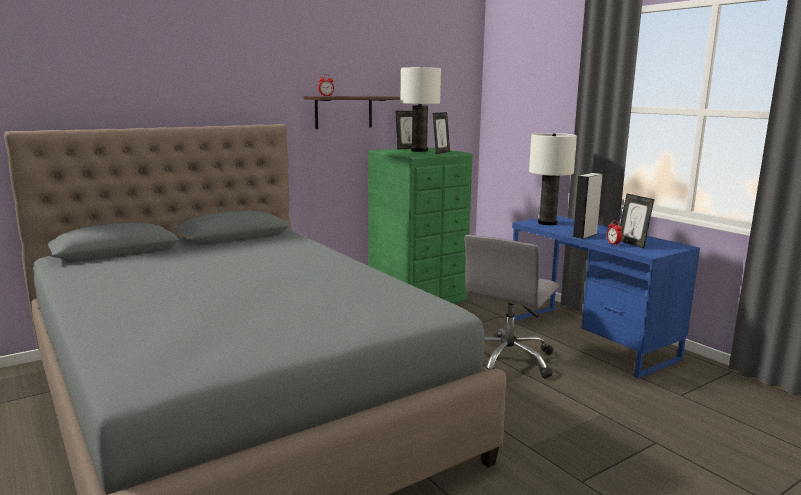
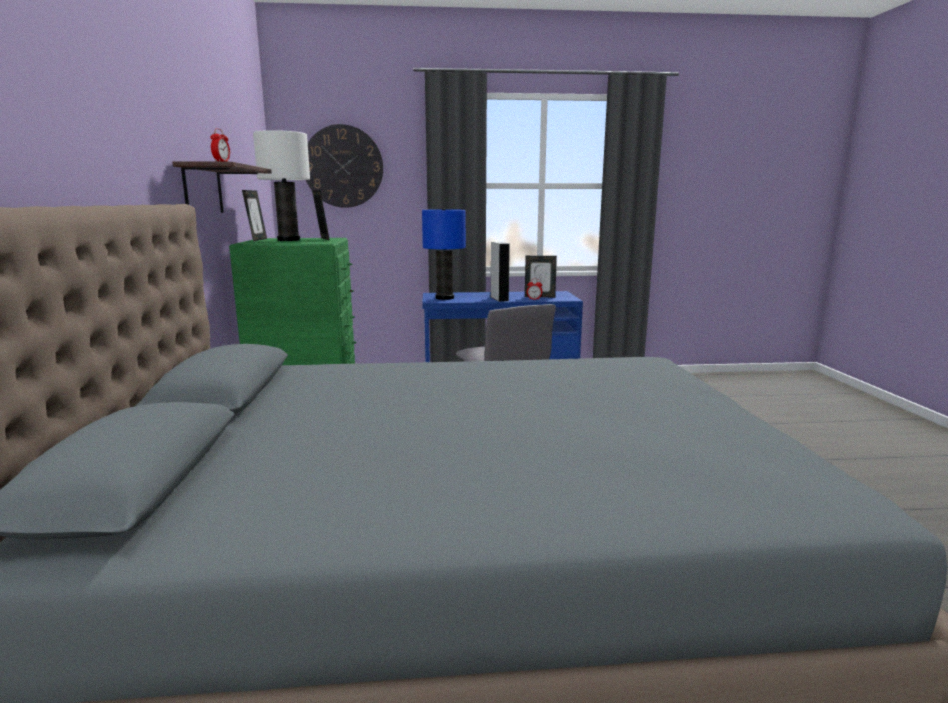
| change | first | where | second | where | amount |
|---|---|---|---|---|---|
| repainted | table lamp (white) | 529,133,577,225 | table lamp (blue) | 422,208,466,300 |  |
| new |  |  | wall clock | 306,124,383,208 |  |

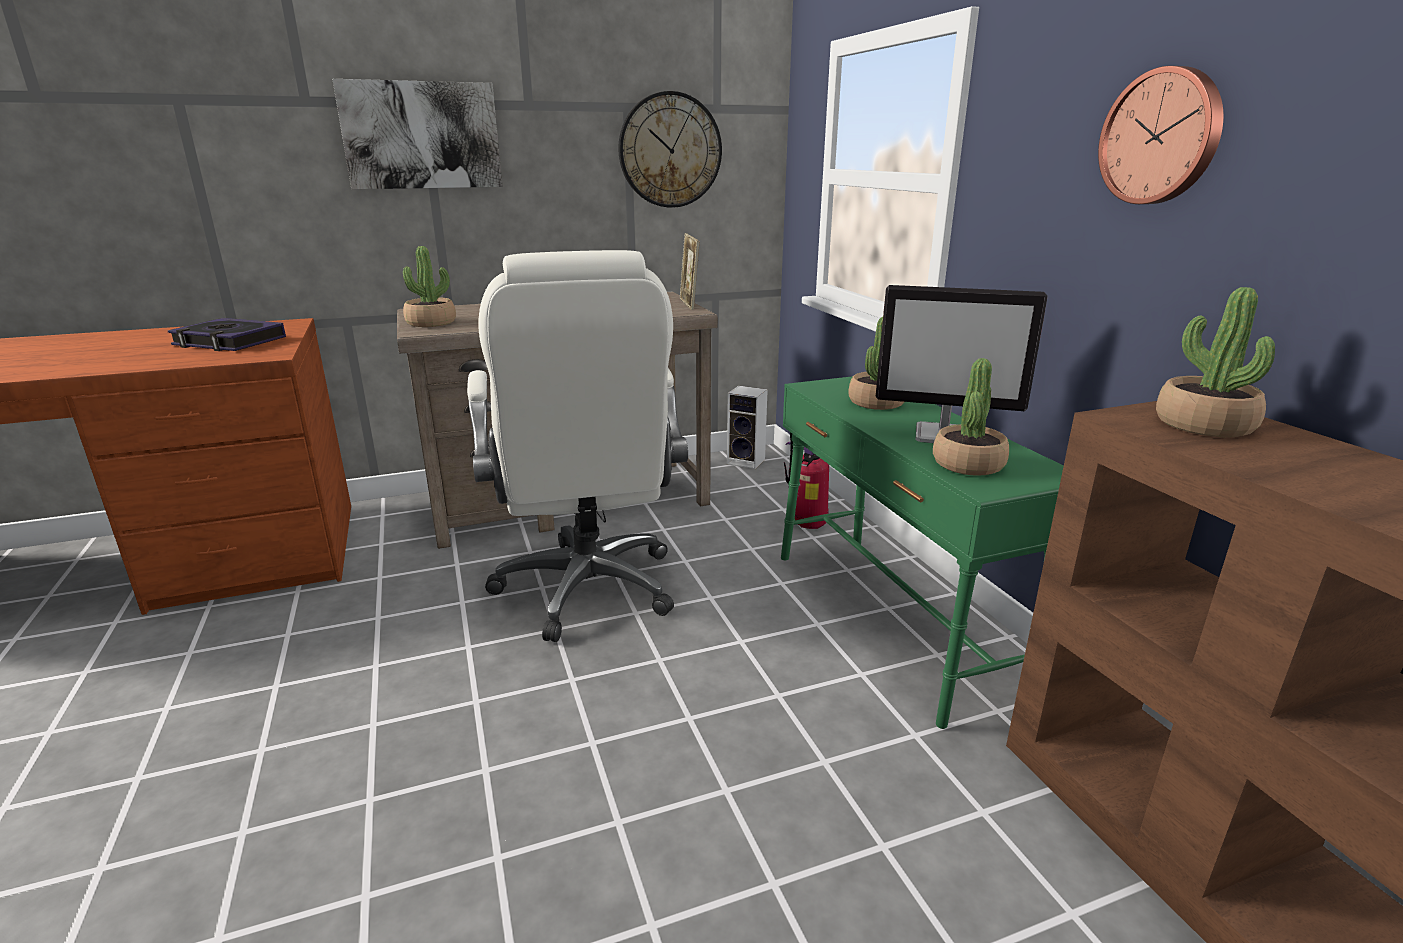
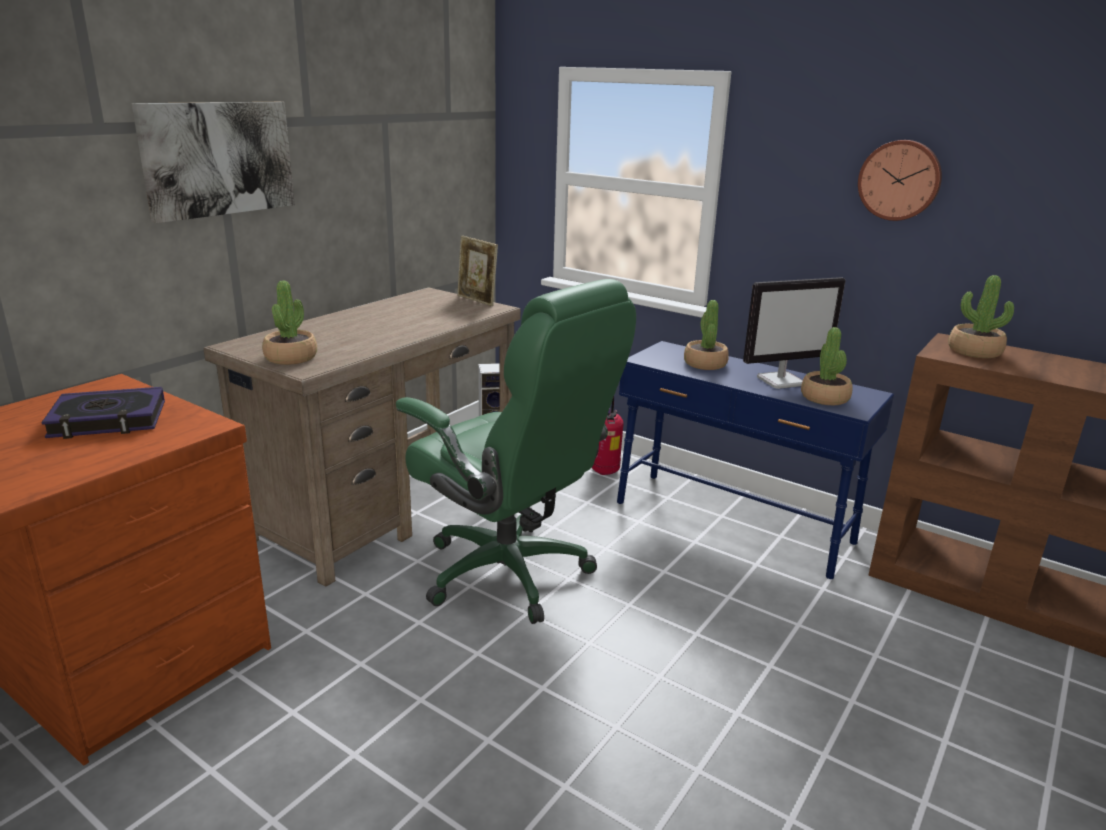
| change | first | where | second | where | amount |
|---|---|---|---|---|---|
| repainted | office chair (white) | 467,250,688,642 | office chair (green) | 396,279,636,624 |  |
| gone | wall clock | 618,91,722,208 |  |  |  |
| repainted | console table (green) | 781,376,1064,729 | console table (blue) | 617,341,894,579 |  |

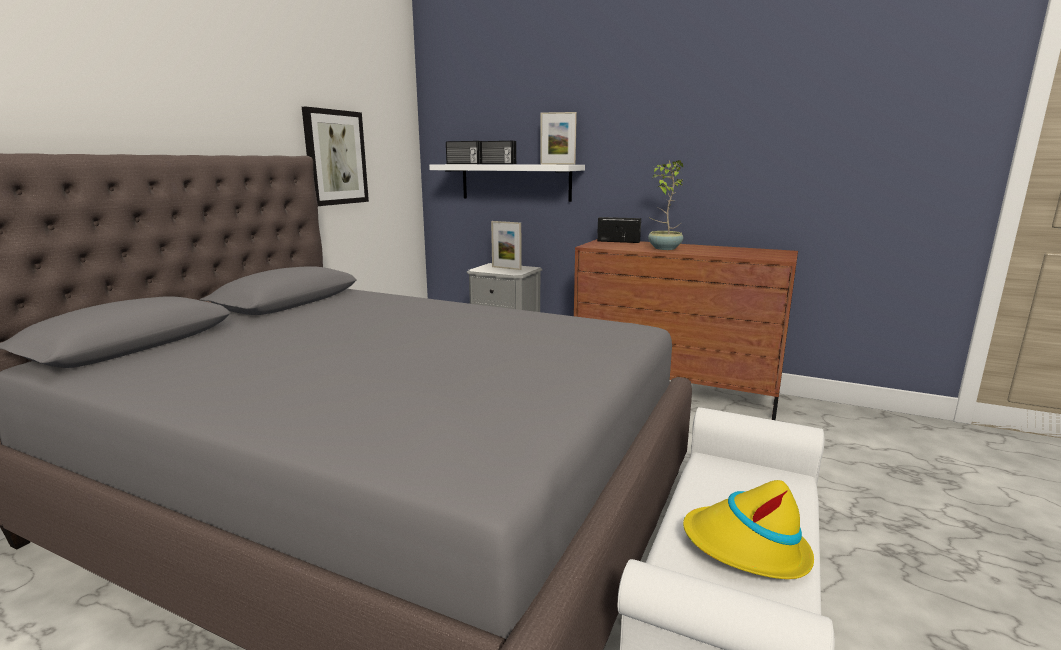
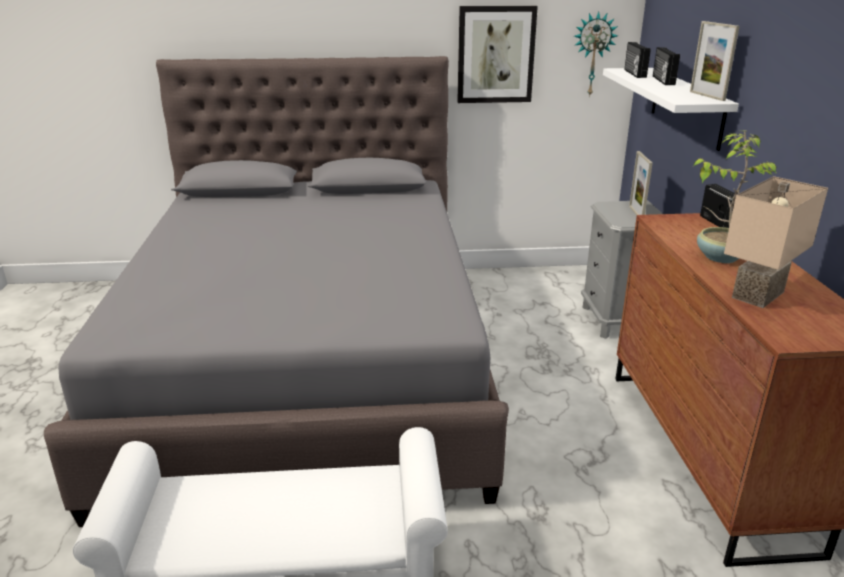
| change | first | where | second | where | amount |
|---|---|---|---|---|---|
| gone | hat (yellow) | 683,480,814,579 |  |  |  |
| new |  |  | wall clock | 574,12,618,97 |  |
| new |  |  | table lamp (beige) | 724,176,828,308 |  |

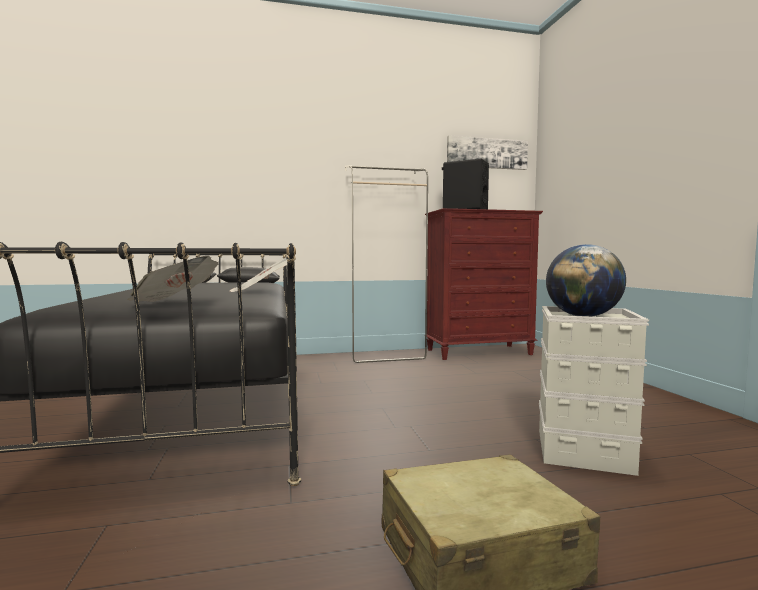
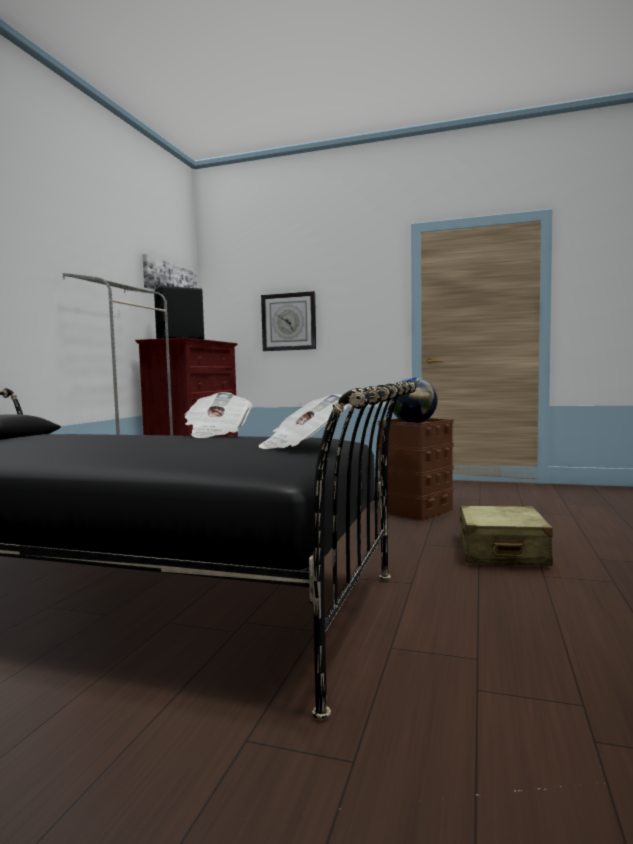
| change | first | where | second | where | amount |
|---|---|---|---|---|---|
| repainted | storage box (grey) | 539,306,649,476 | storage box (brown) | 378,418,454,521 |  |
| new |  |  | wall clock | 261,291,316,351 |  |

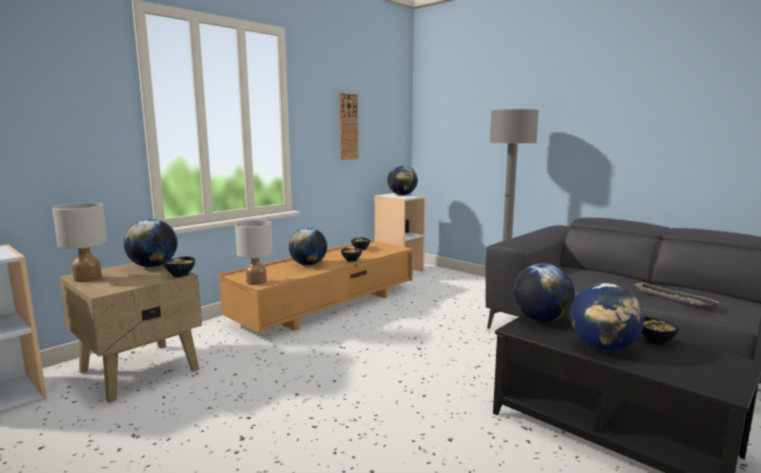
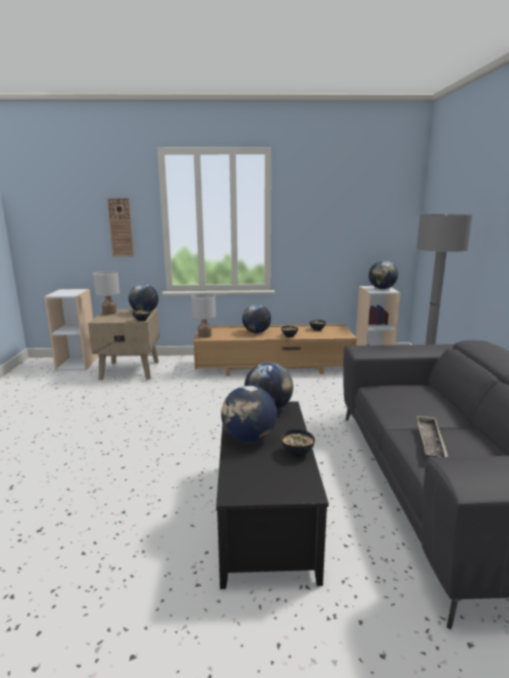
| change | first | where | second | where | amount |
|---|---|---|---|---|---|
| shifted | wall clock | 339,92,359,160 |  | 107,198,134,257 |  |

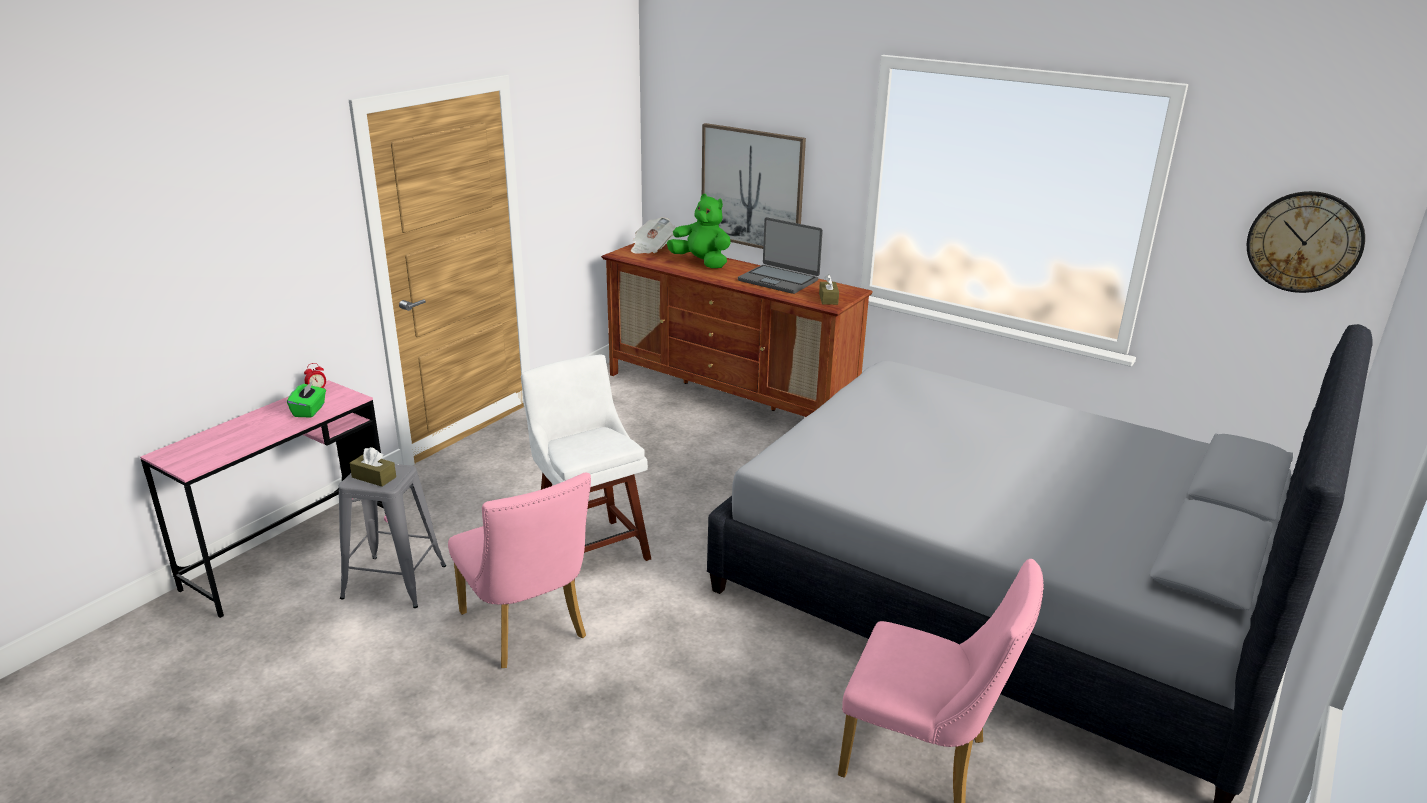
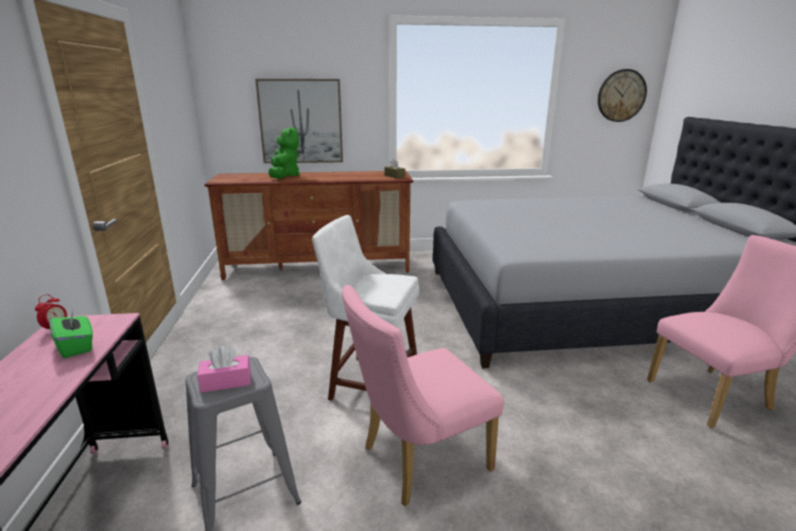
| change | first | where | second | where | amount |
|---|---|---|---|---|---|
| repainted | tissue box (brown) | 349,447,396,486 | tissue box (pink) | 197,346,251,393 |  |
| rotated | chair (pink) | 448,473,591,668 |  | 342,285,504,507 | 135 degrees clockwise |
| gone | newspaper | 631,217,676,254 |  |  |  |
| rotated | plush toy (green) | 667,194,731,268 |  | 268,127,300,179 | 90 degrees clockwise |
| gone | laptop | 738,217,823,294 |  |  |  |

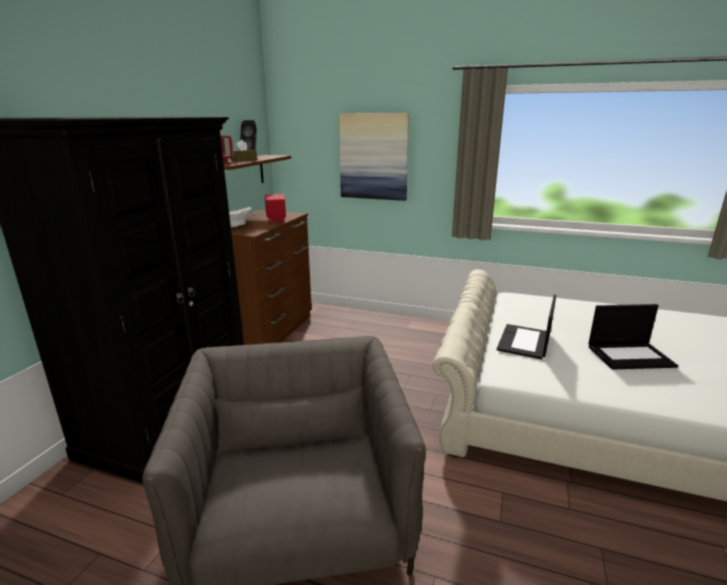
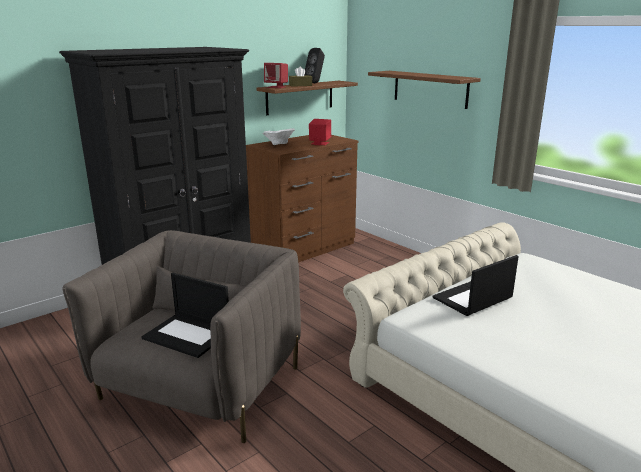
| change | first | where | second | where | amount |
|---|---|---|---|---|---|
| swapped | picture | 339,113,409,201 | shelf (brown) | 368,71,481,109 |  |
| shifted | laptop | 588,304,678,369 |  | 141,273,229,358 |  |

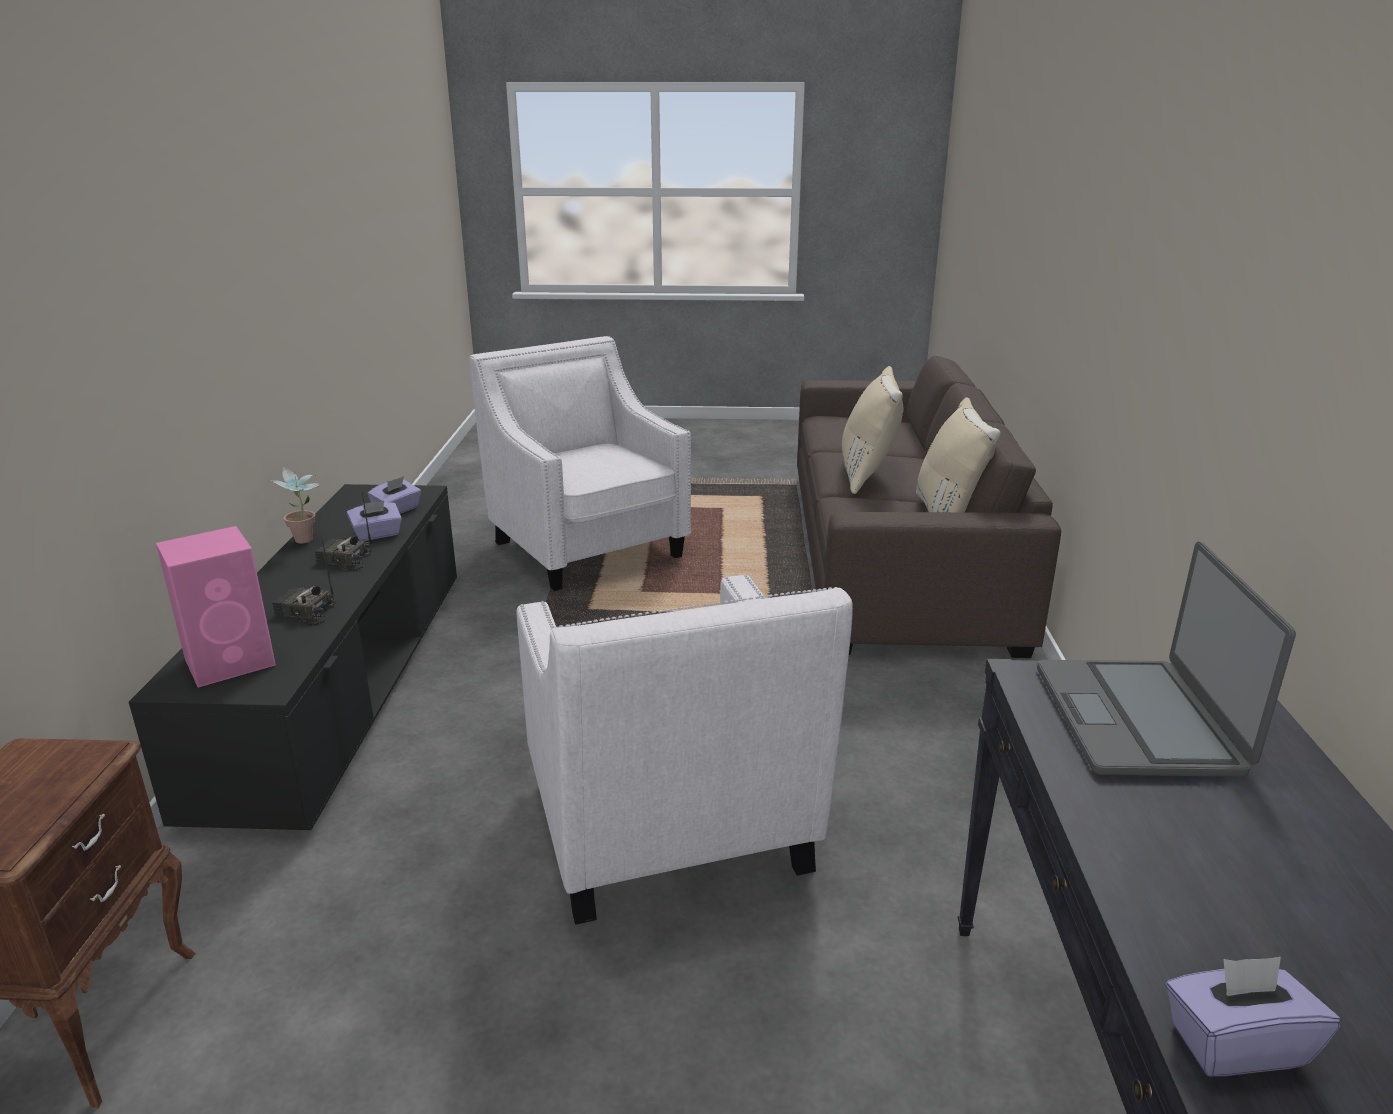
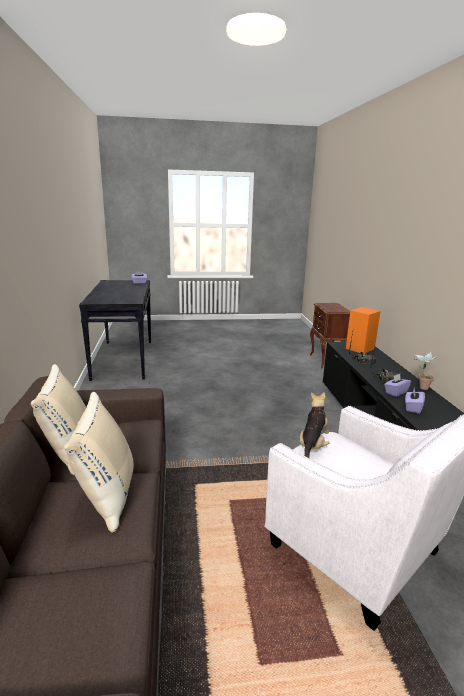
| change | first | where | second | where | amount |
|---|---|---|---|---|---|
| repainted | speaker (pink) | 156,526,276,688 | speaker (orange) | 346,307,381,353 |  |
| gone | armchair (white) | 516,574,853,925 |  |  |  |
| gone | laptop | 1037,541,1296,777 |  |  |  |
| new |  |  | plush toy | 299,392,329,458 |  |

